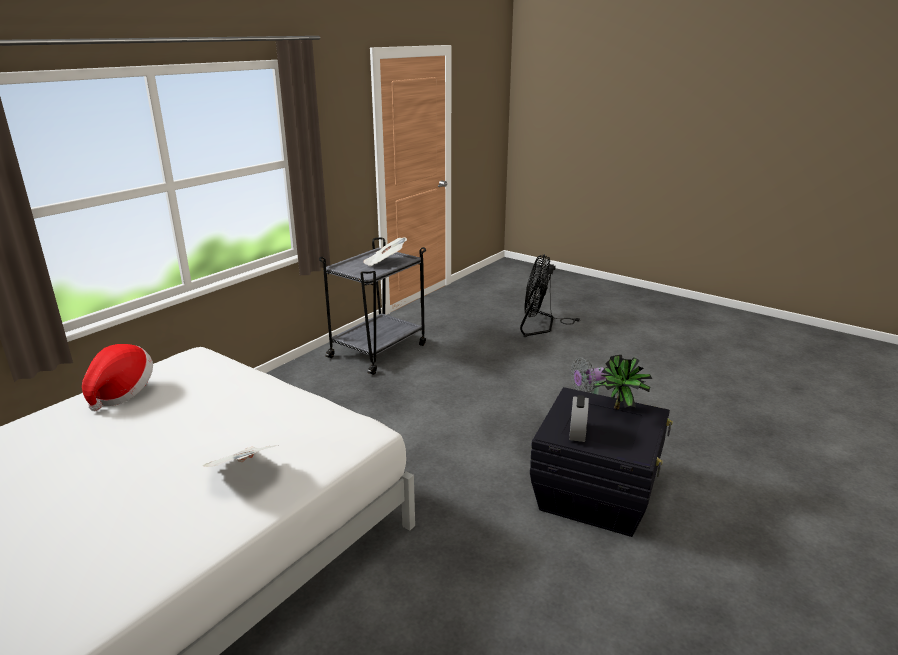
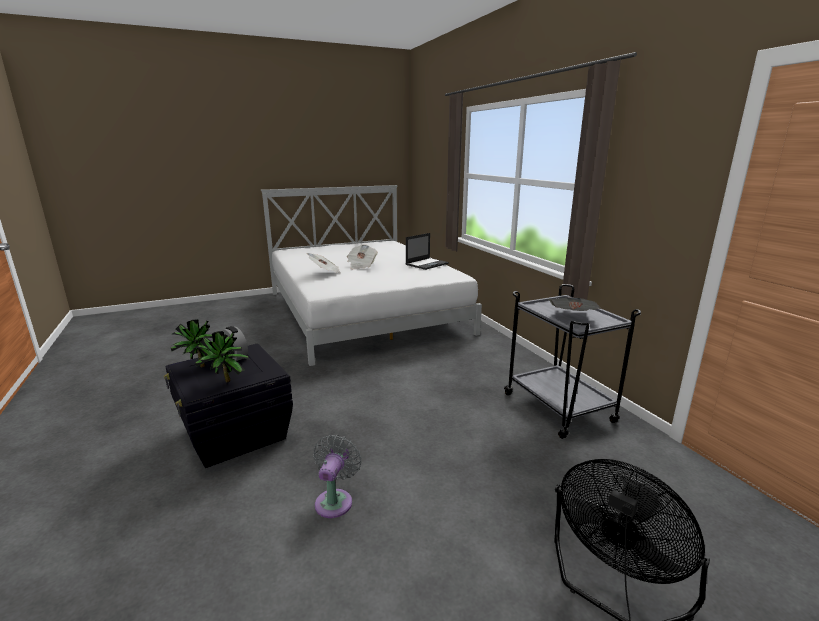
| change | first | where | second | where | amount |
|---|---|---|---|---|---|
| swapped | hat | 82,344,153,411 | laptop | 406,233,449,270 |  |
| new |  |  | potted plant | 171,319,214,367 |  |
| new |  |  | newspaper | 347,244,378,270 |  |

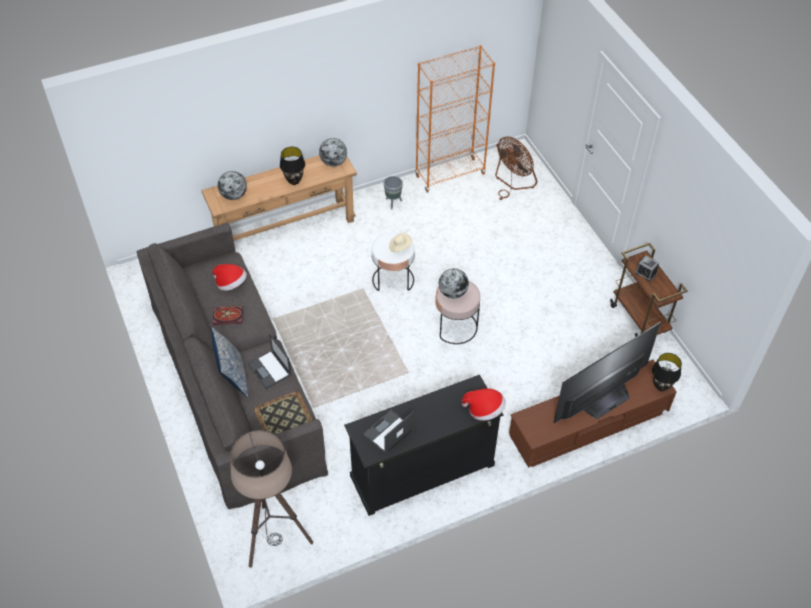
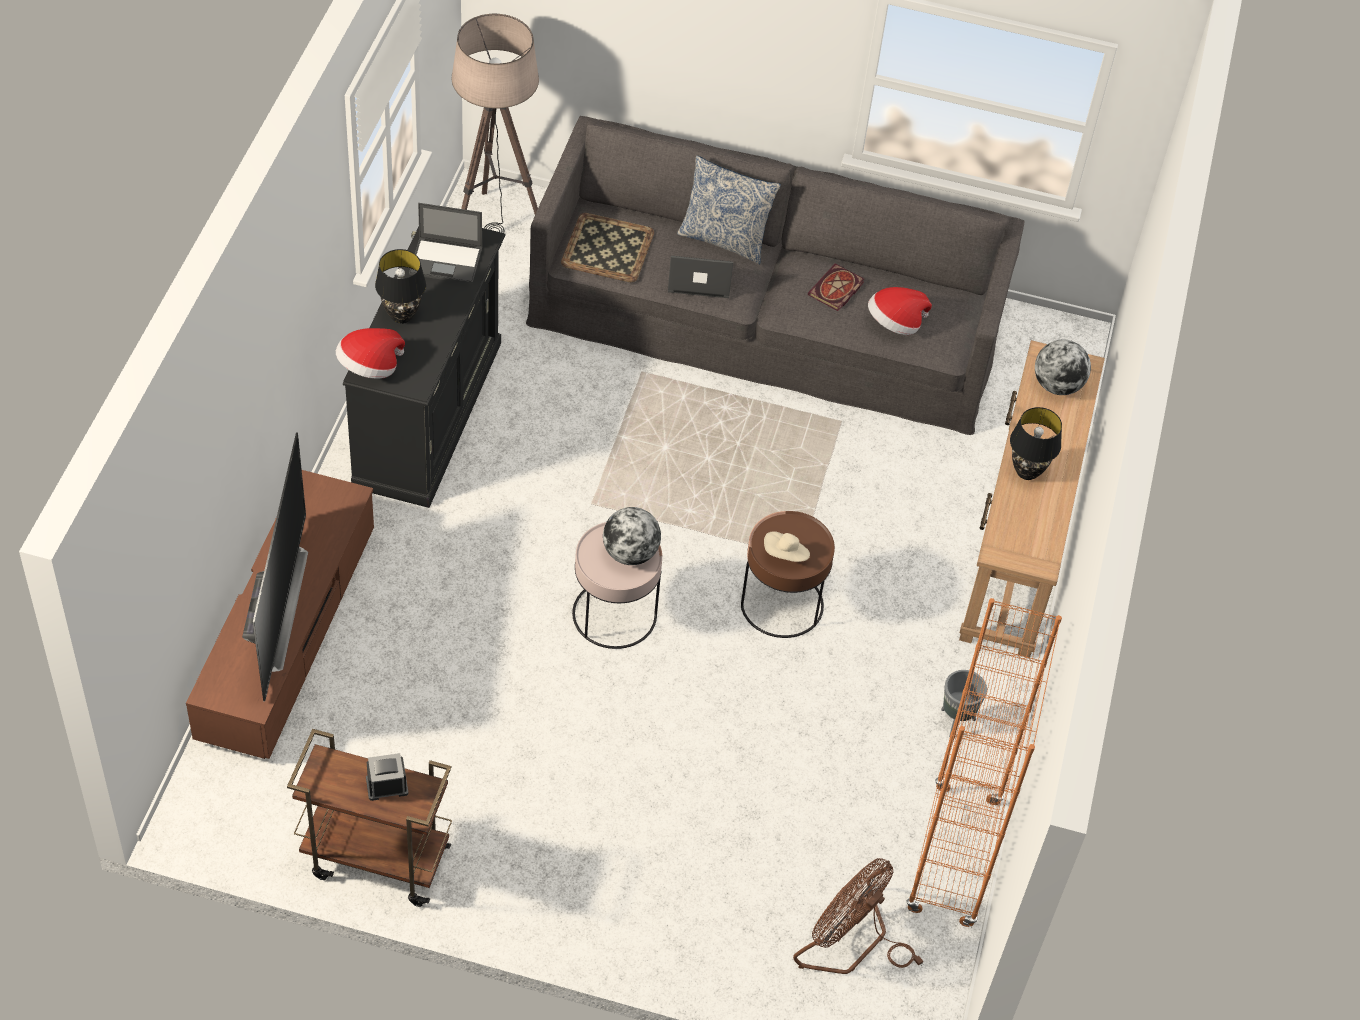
| change | first | where | second | where | amount |
|---|---|---|---|---|---|
| gone | globe | 319,138,347,166 |  |  |  |
| rotated | laptop | 363,409,414,454 |  | 409,203,482,284 | 105 degrees clockwise |
| repainted | side table (white) | 372,232,415,291 | side table (brown) | 741,511,835,638 |  |
| rotated | fan (brown) | 495,137,538,200 |  | 793,858,923,974 | 135 degrees clockwise |
| shifted | table lamp (black) | 652,353,682,391 |  | 375,249,426,324 |  |

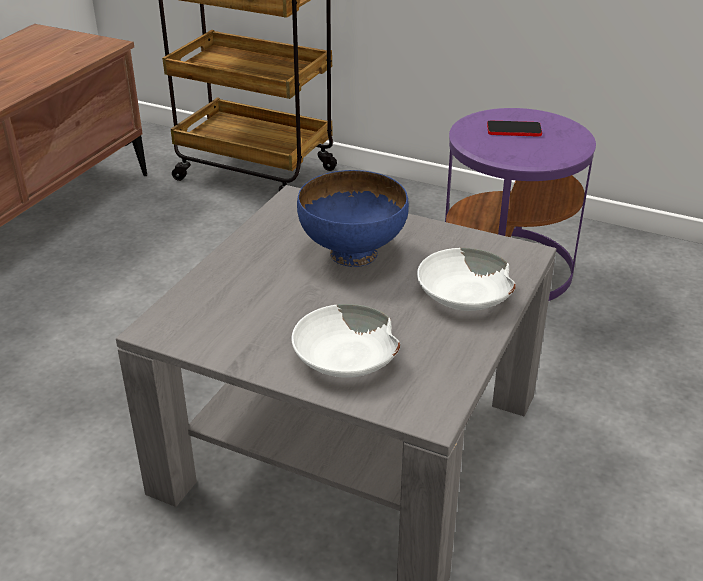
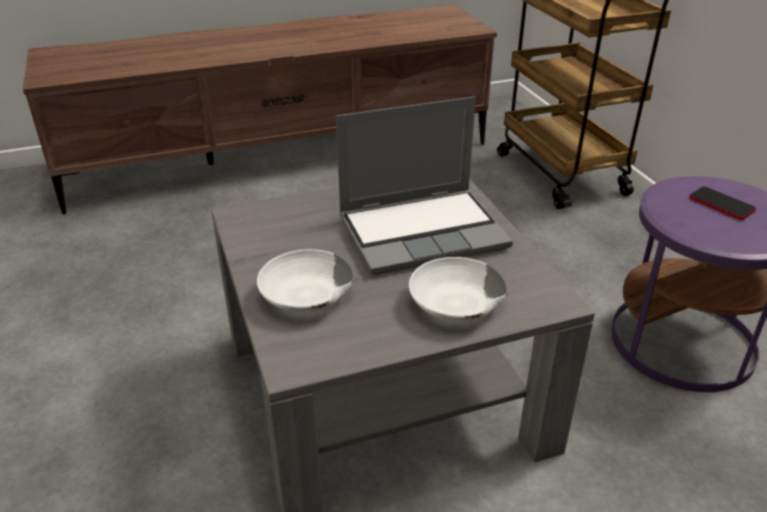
| change | first | where | second | where | amount |
|---|---|---|---|---|---|
| swapped | bowl (blue) | 297,170,409,267 | laptop | 336,97,513,275 |  |

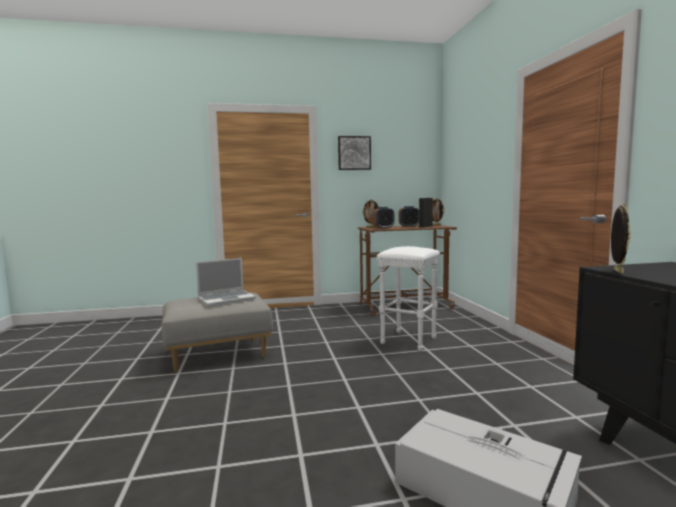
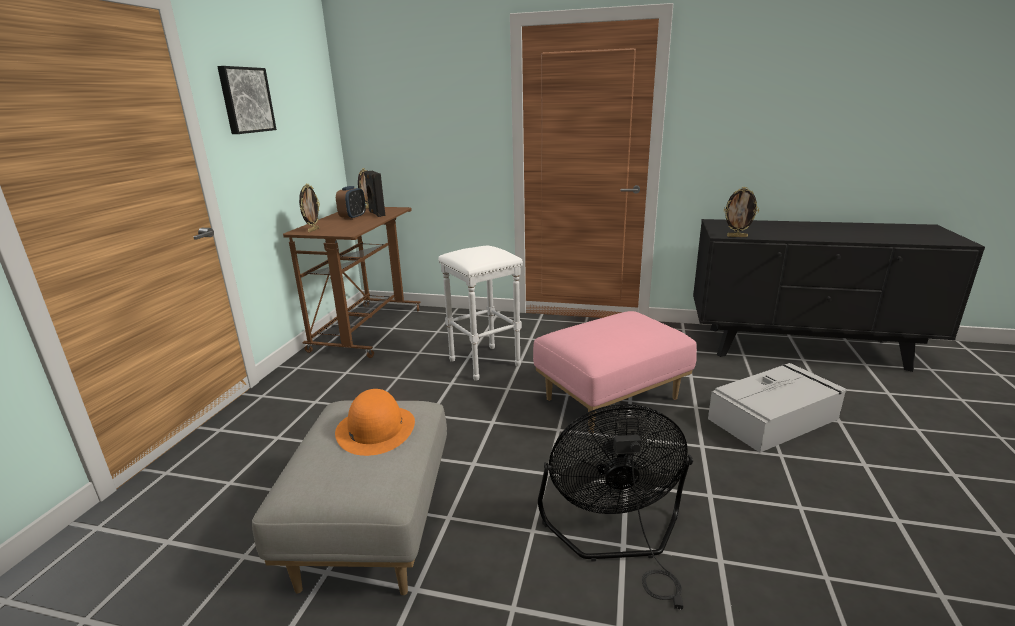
| change | first | where | second | where | amount |
|---|---|---|---|---|---|
| swapped | laptop | 196,258,256,307 | hat (orange) | 335,389,415,456 |  |
| gone | alarm clock | 372,207,394,229 |  |  |  |
| rotated | picture frame | 611,203,631,274 |  | 724,187,759,237 | 150 degrees clockwise |
| new |  |  | ottoman (pink) | 533,311,697,434 |  |
| new |  |  | fan (black) | 538,404,693,611 |  |

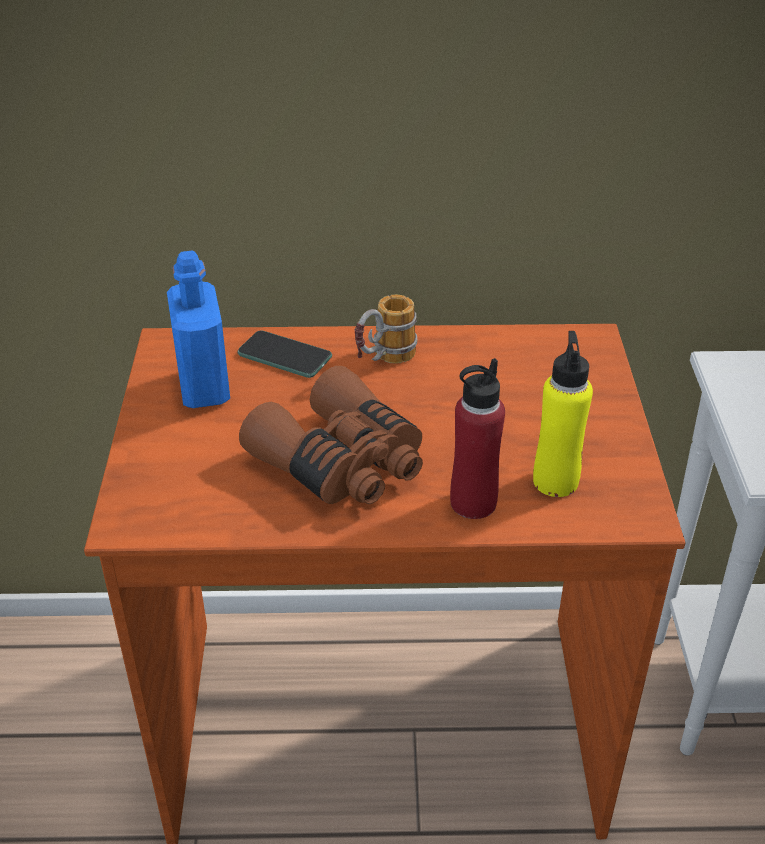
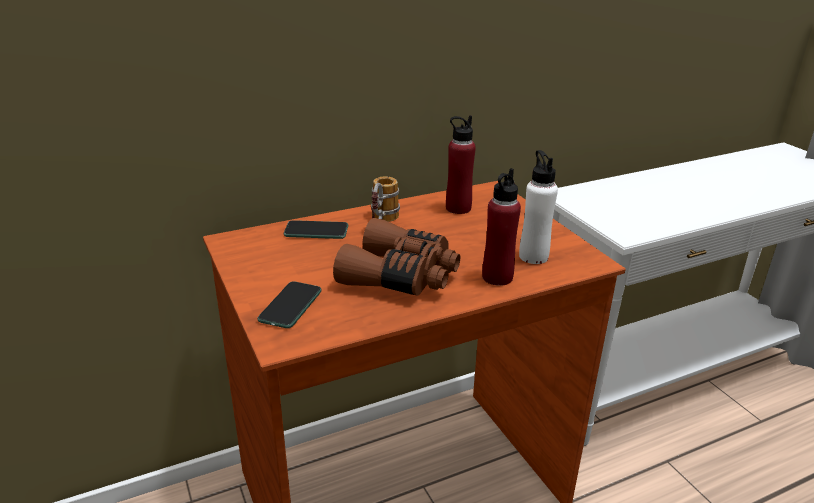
| change | first | where | second | where | amount |
|---|---|---|---|---|---|
| gone | bottle (blue) | 167,251,230,408 |  |  |  |
| repainted | bottle (yellow) | 533,331,593,497 | bottle (white) | 519,150,558,264 |  |
| new |  |  | phone | 257,281,322,328 |  |
| new |  |  | bottle (red) | 446,115,476,214 |  |

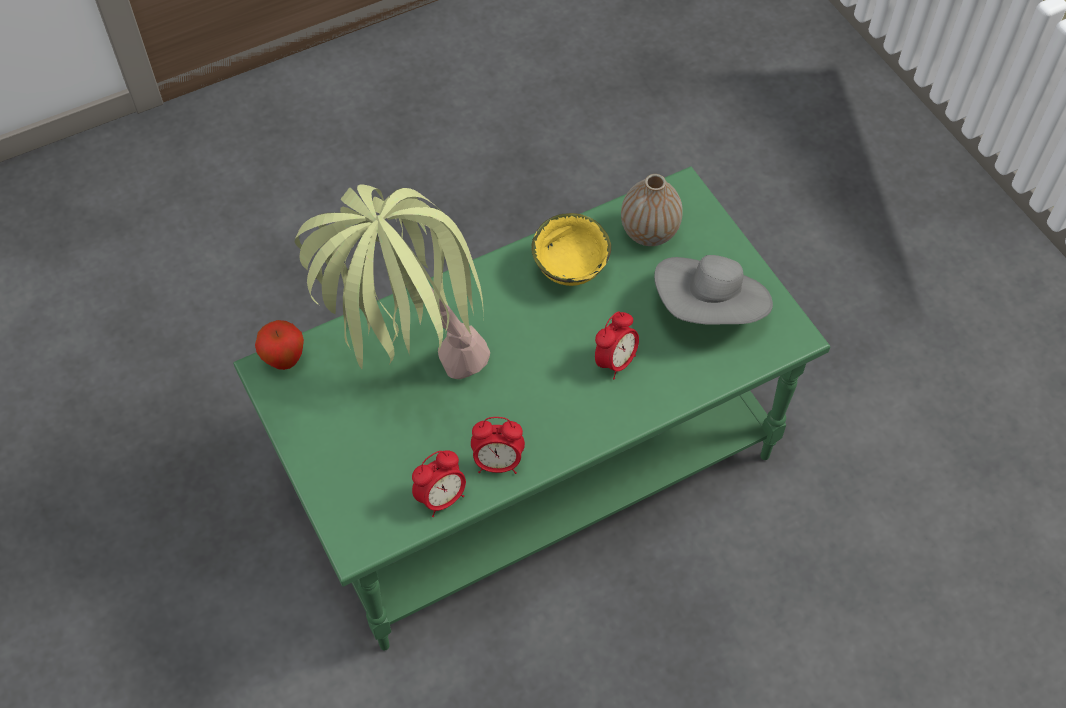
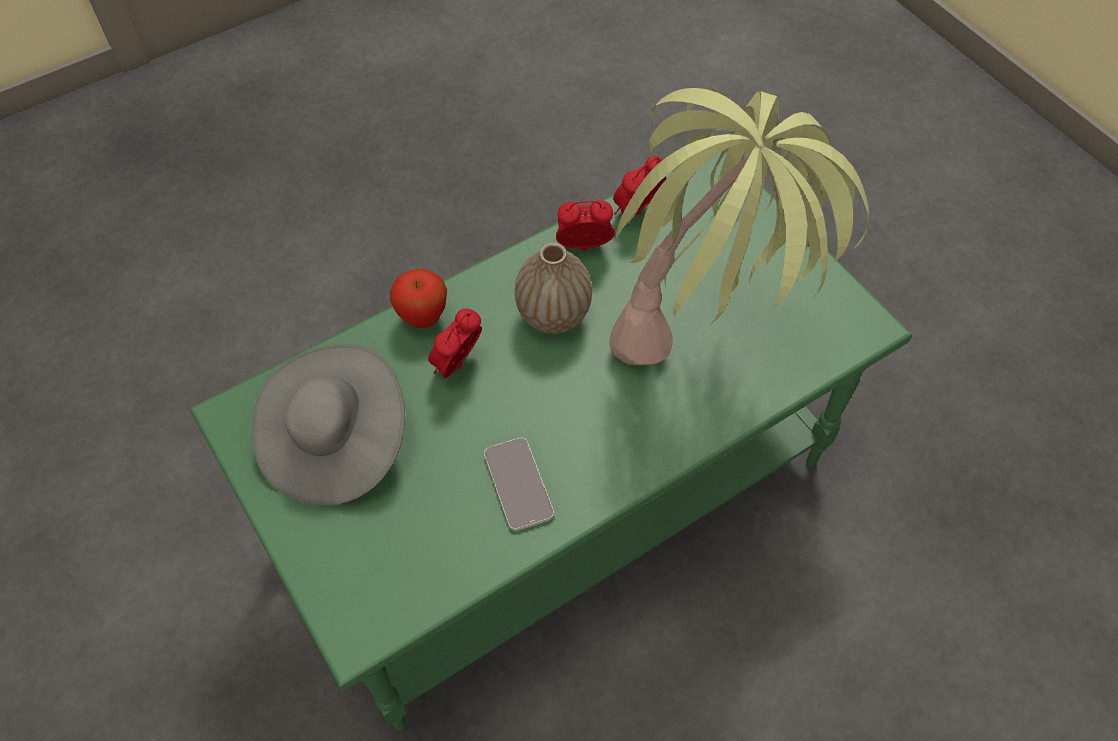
| change | first | where | second | where | amount |
|---|---|---|---|---|---|
| shifted | apple | 255,320,304,370 |  | 390,269,447,328 |  |
| swapped | bowl (yellow) | 531,213,611,286 | phone | 484,438,554,531 |  |
| shifted | vase | 621,174,683,246 |  | 515,243,592,334 |  |

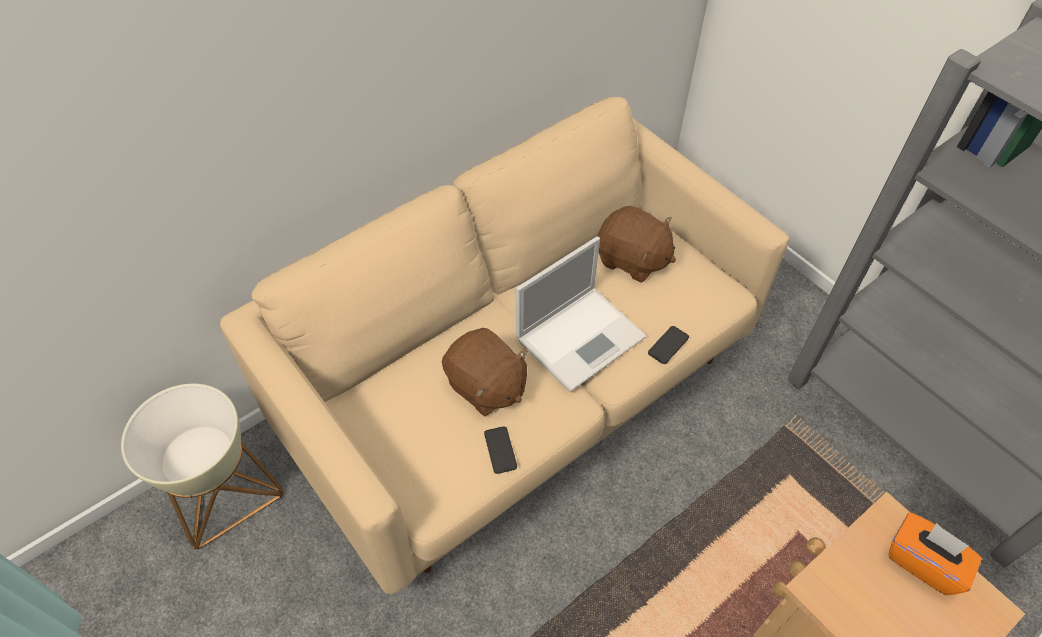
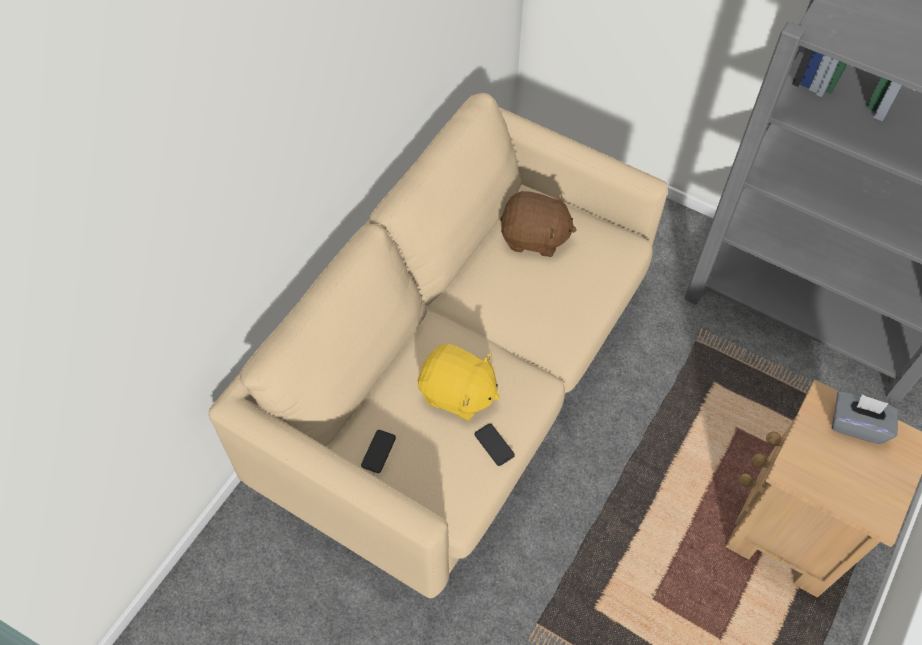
| change | first | where | second | where | amount |
|---|---|---|---|---|---|
| gone | planter | 121,383,284,549 |  |  |  |
| repainted | plush toy (brown) | 442,328,528,416 | plush toy (yellow) | 418,344,500,420 |  |
| gone | laptop | 516,236,647,392 |  |  |  |
| shifted | phone | 648,326,689,364 |  | 361,430,396,473 |  |
| repainted | tissue box (orange) | 889,512,982,595 | tissue box (grey) | 832,391,898,444 |  |

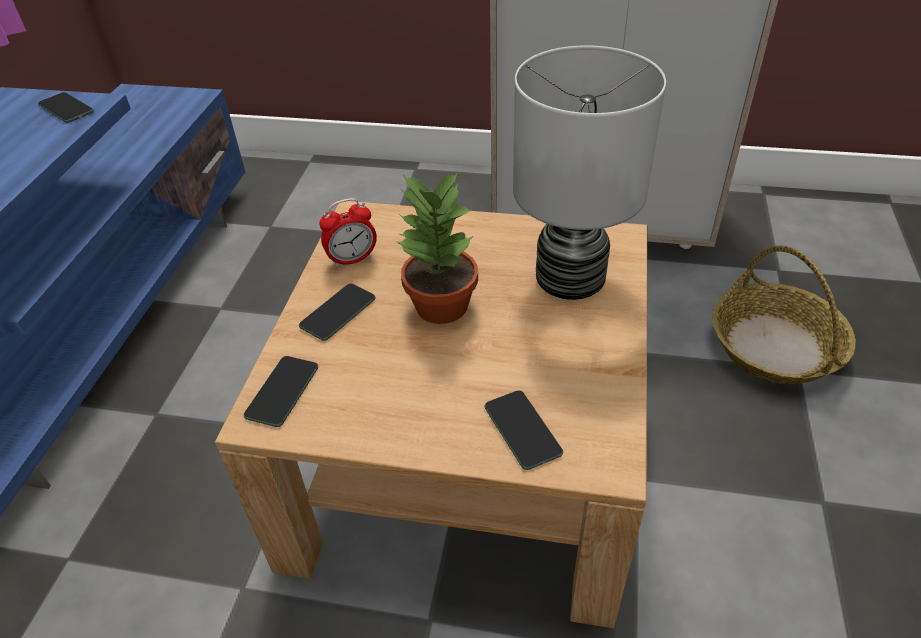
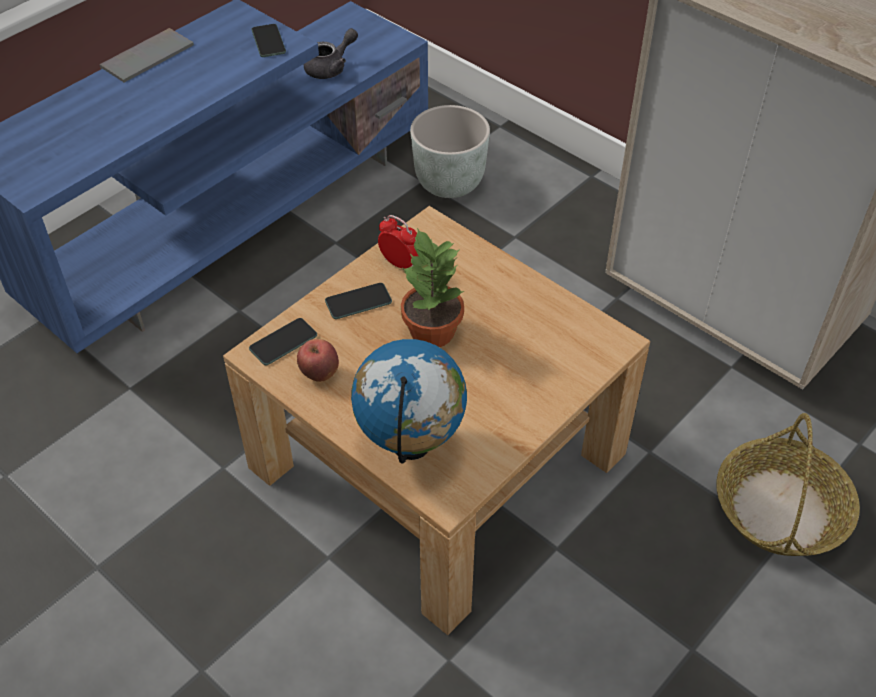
| change | first | where | second | where | amount |
|---|---|---|---|---|---|
| rotated | alarm clock | 319,198,377,268 |  | 378,215,418,269 | 150 degrees counterclockwise |
| swapped | phone | 485,390,563,470 | globe | 351,339,467,463 |  |
| gone | table lamp (grey) | 513,45,666,300 |  |  |  |
| new |  |  | apple | 297,339,339,382 |  |
| new |  |  | teapot (grey) | 304,28,358,79 |  |
| new |  |  | planter (grey) | 410,105,490,198 |  |

